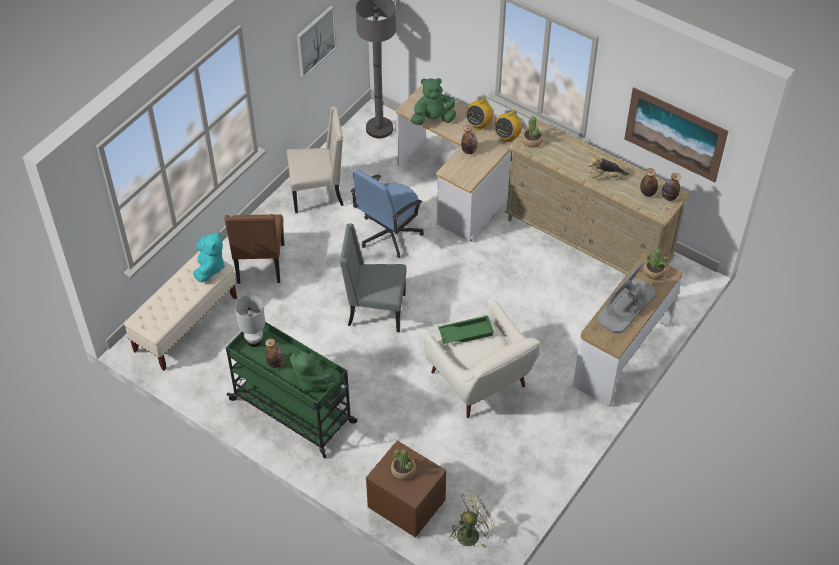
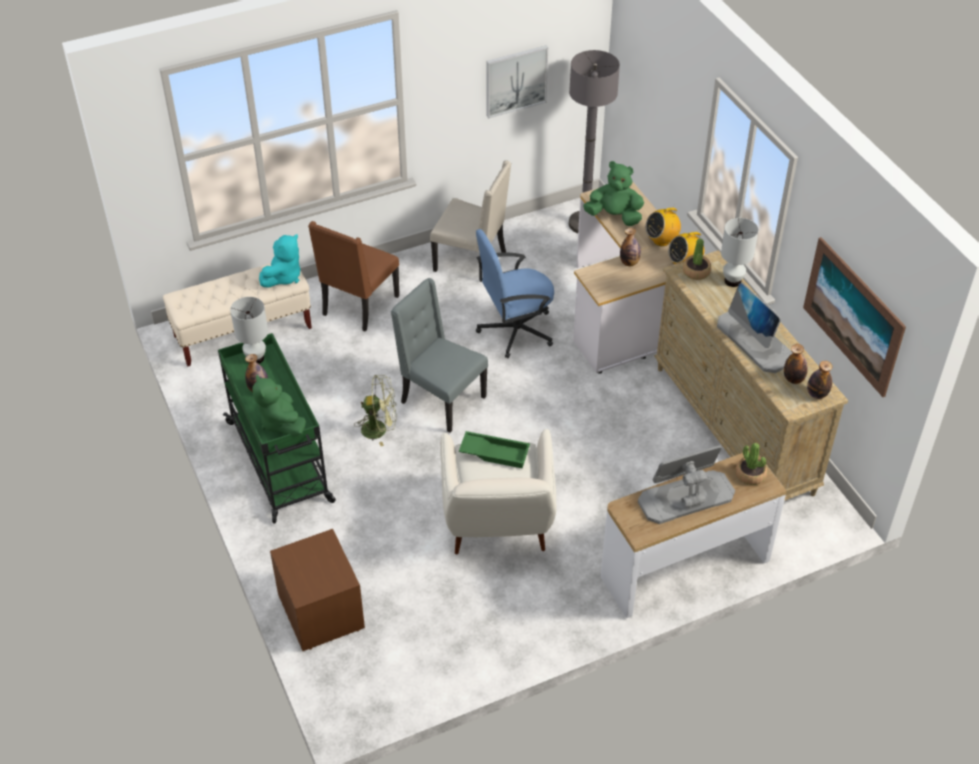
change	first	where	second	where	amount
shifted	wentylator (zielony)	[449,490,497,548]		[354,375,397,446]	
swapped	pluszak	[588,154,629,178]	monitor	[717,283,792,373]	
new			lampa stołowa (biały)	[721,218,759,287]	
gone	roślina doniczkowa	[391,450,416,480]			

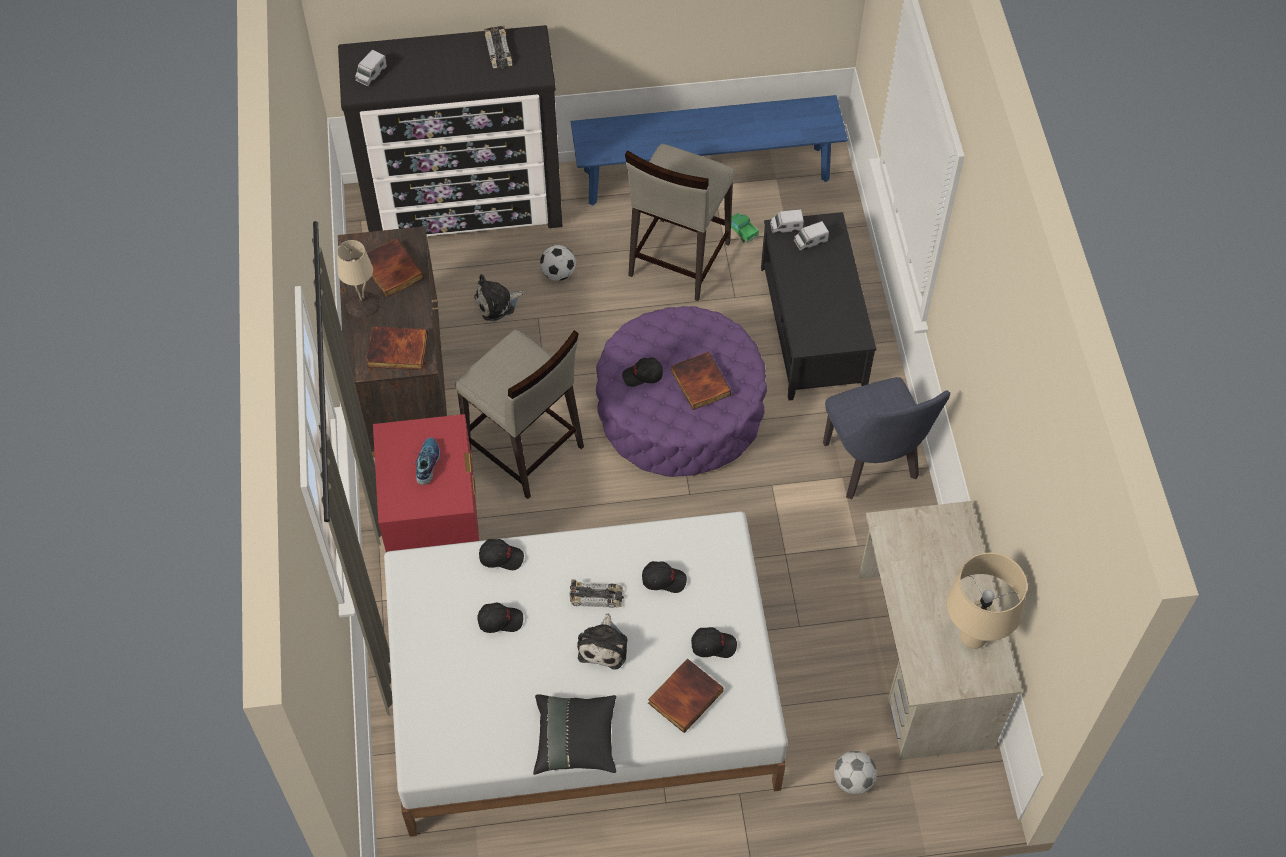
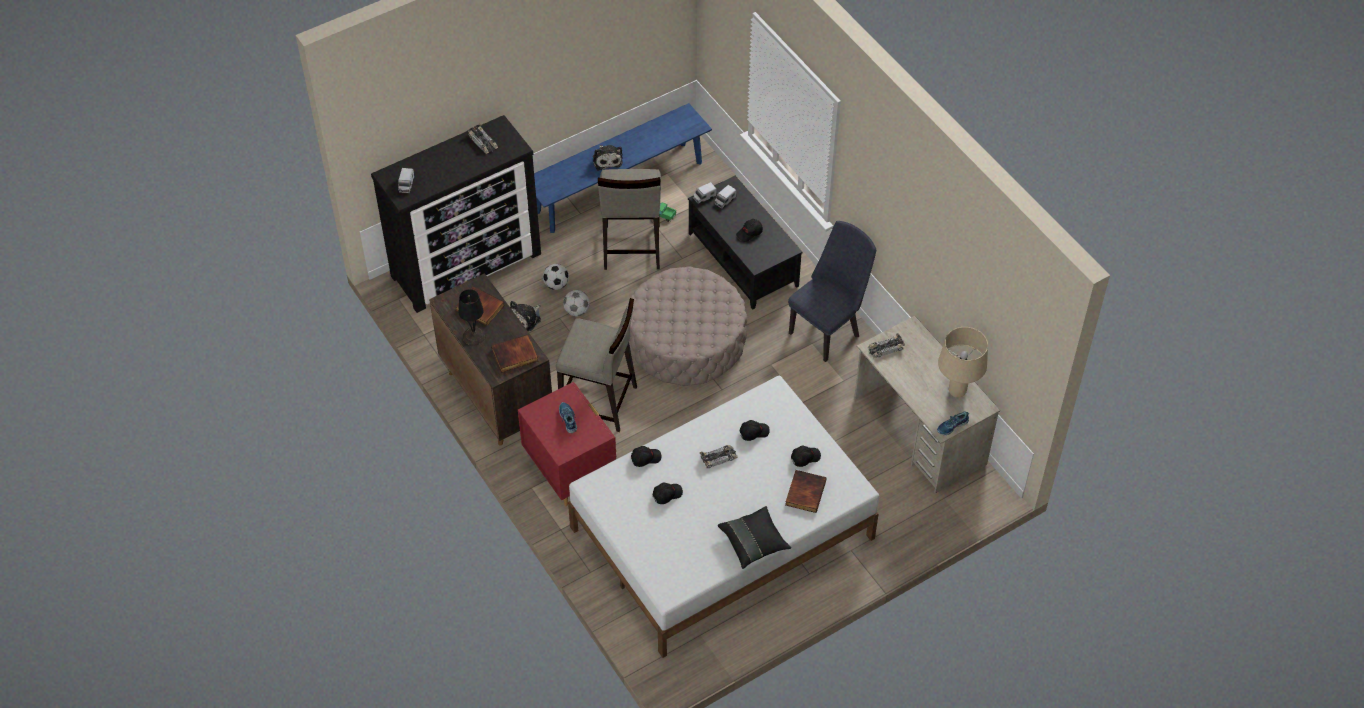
change	first	where	second	where	amount
repainted	lampa stołowa (beżowy)	[337,240,380,318]	lampa stołowa (czarny)	[458,289,486,345]	
shifted	piłka futbolowa	[834,751,877,794]		[563,290,590,316]	
shifted	pluszak	[577,613,627,670]		[593,145,623,171]	
repainted	pufa (fioletowy)	[596,306,767,477]	pufa (beżowy)	[628,266,748,386]	
shifted	czapka z daszkiem (czarny)	[622,357,663,387]		[736,219,763,242]	
rotated	krzesło (niebieski)	[823,377,950,499]		[788,221,876,362]	90 degrees counterclockwise
new			samochodzik	[867,333,905,358]	
new			but	[937,412,969,435]	
gone	książka	[671,352,731,410]			

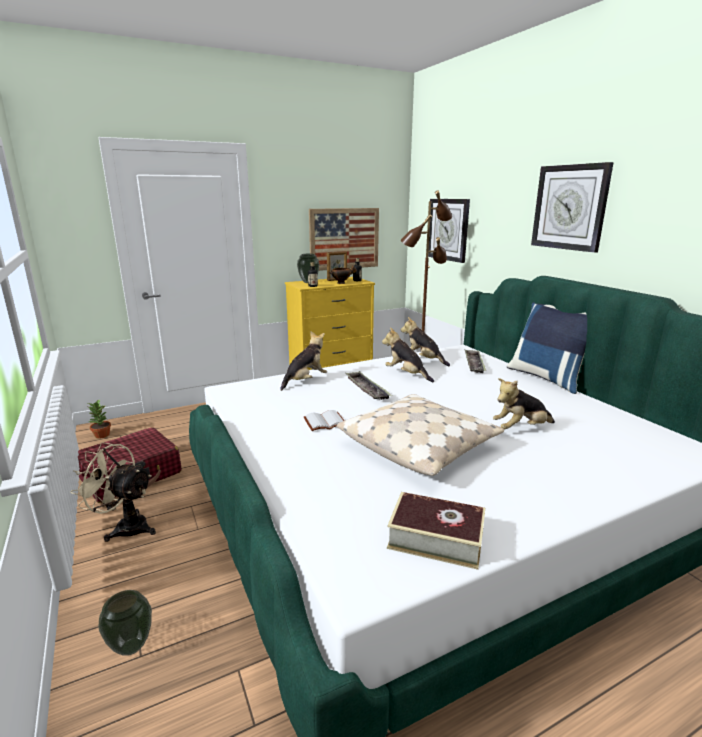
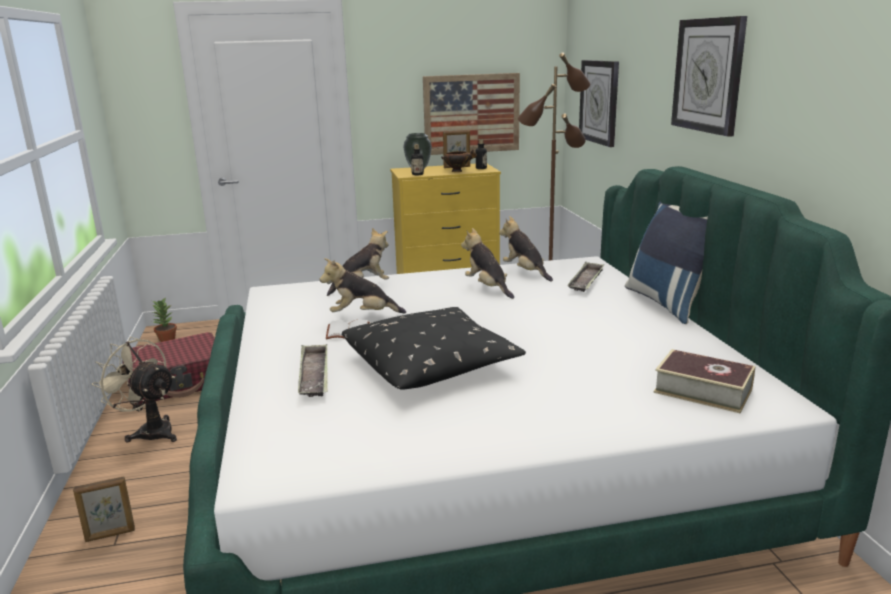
change	first	where	second	where	amount
swapped	wazon	[98,590,152,656]	ramka na zdjęcie	[73,477,135,542]	
shifted	taca	[345,372,392,400]		[298,344,328,397]	
shifted	pluszak	[493,378,555,429]		[320,258,406,313]	
repainted	poduszka (beżowy)	[337,394,504,476]	poduszka (czarny)	[342,307,526,390]	
shifted	książka	[387,492,485,570]		[654,349,756,413]	

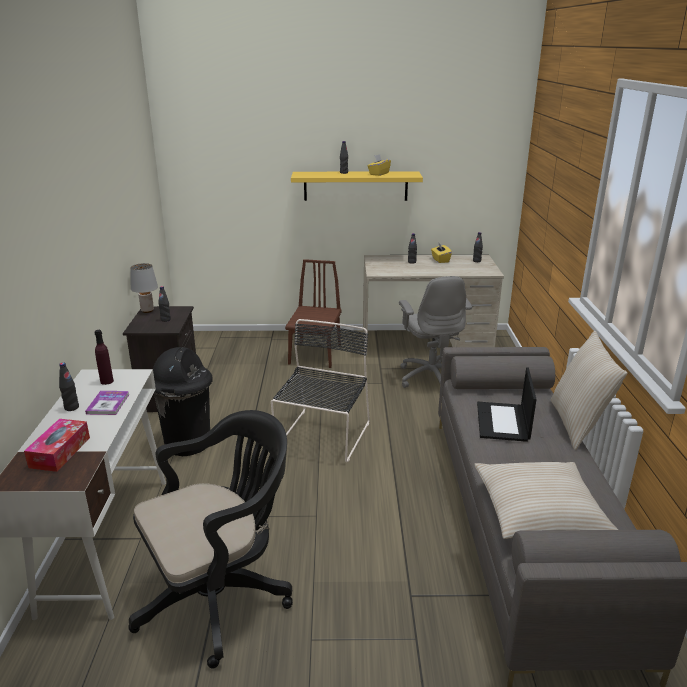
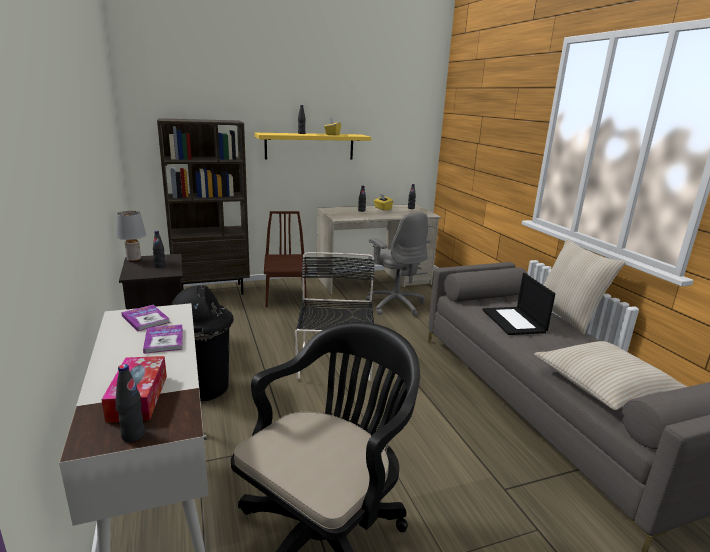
change	first	where	second	where	amount
shifted	butelka (czarny)	[59,362,79,411]		[116,364,145,443]	
swapped	butelka (fioletowy)	[95,330,114,385]	książka	[121,305,170,332]	
new			regał (brązowy)	[157,118,250,294]	

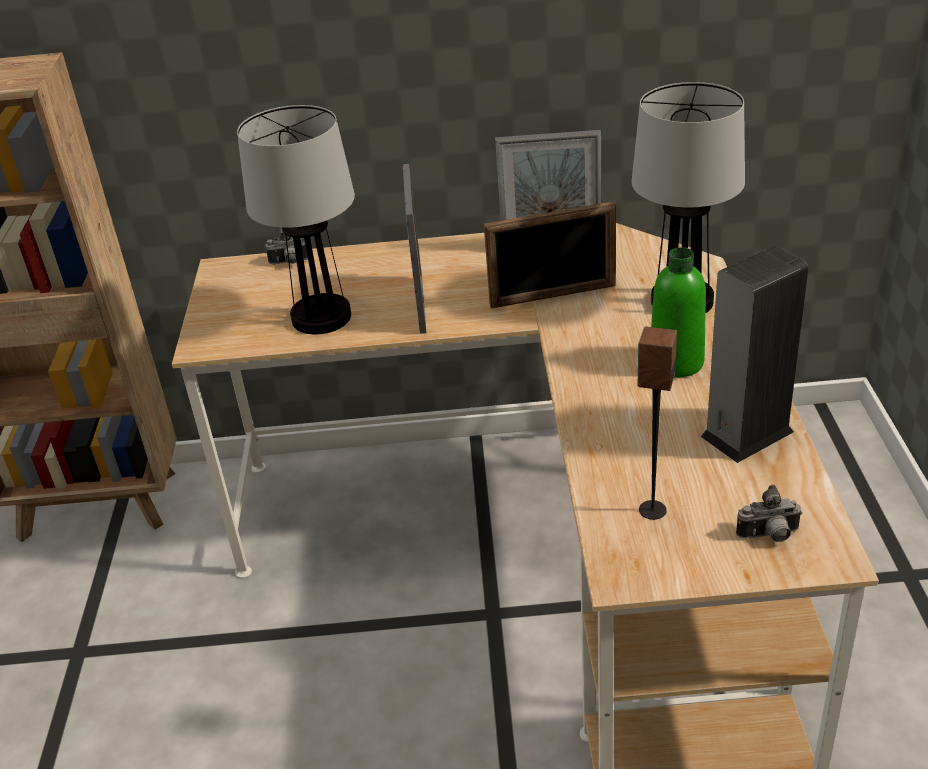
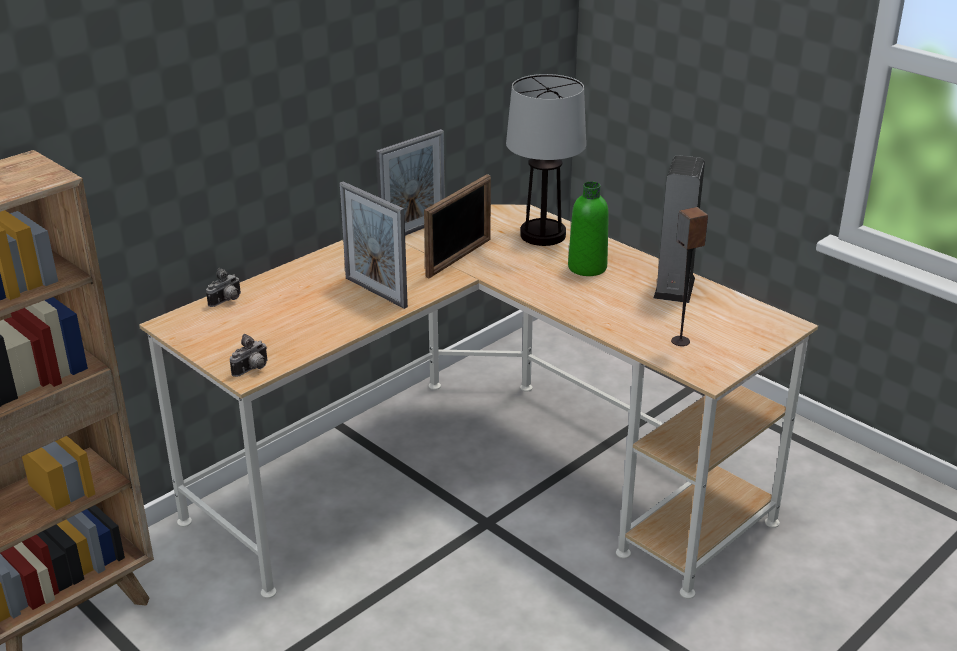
change	first	where	second	where	amount
shifted	aparat fotograficzny	[736,485,803,542]		[230,334,267,377]	
gone	lampa stołowa	[237,105,355,334]			

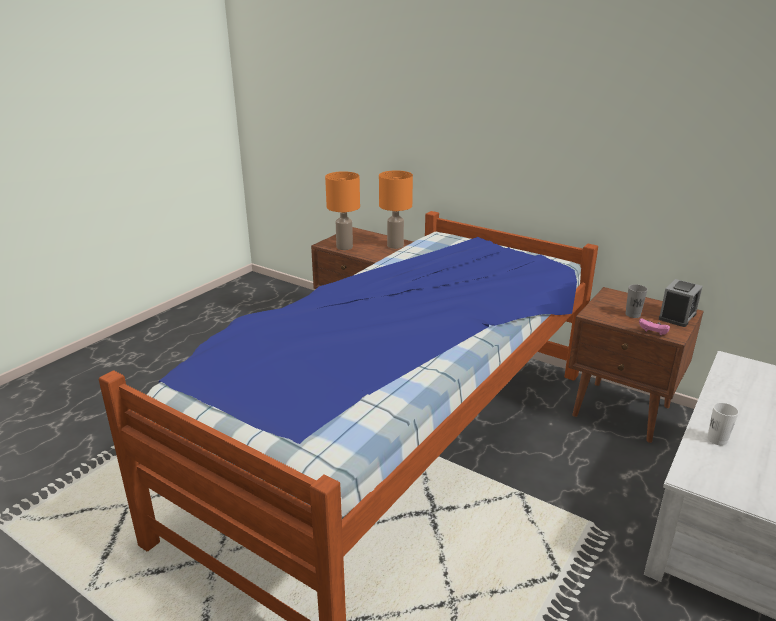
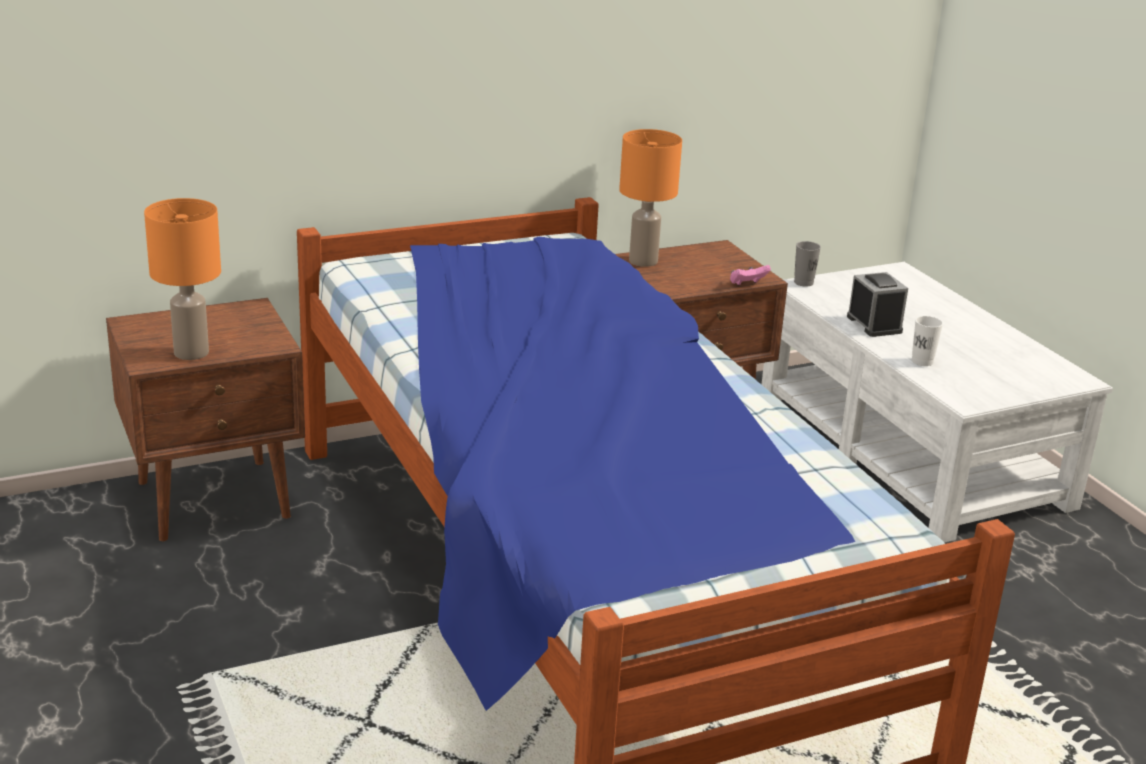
change	first	where	second	where	amount
shifted	lampa stołowa (pomarańczowy)	[379,170,413,249]		[619,129,682,267]	
shifted	filiżanka (szary)	[625,284,648,318]		[794,241,821,287]	
shifted	budzik	[659,279,703,327]		[847,272,908,337]	

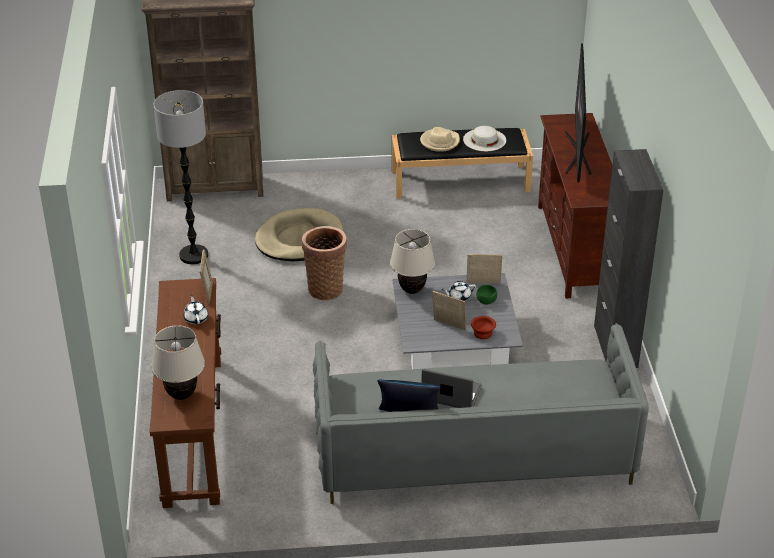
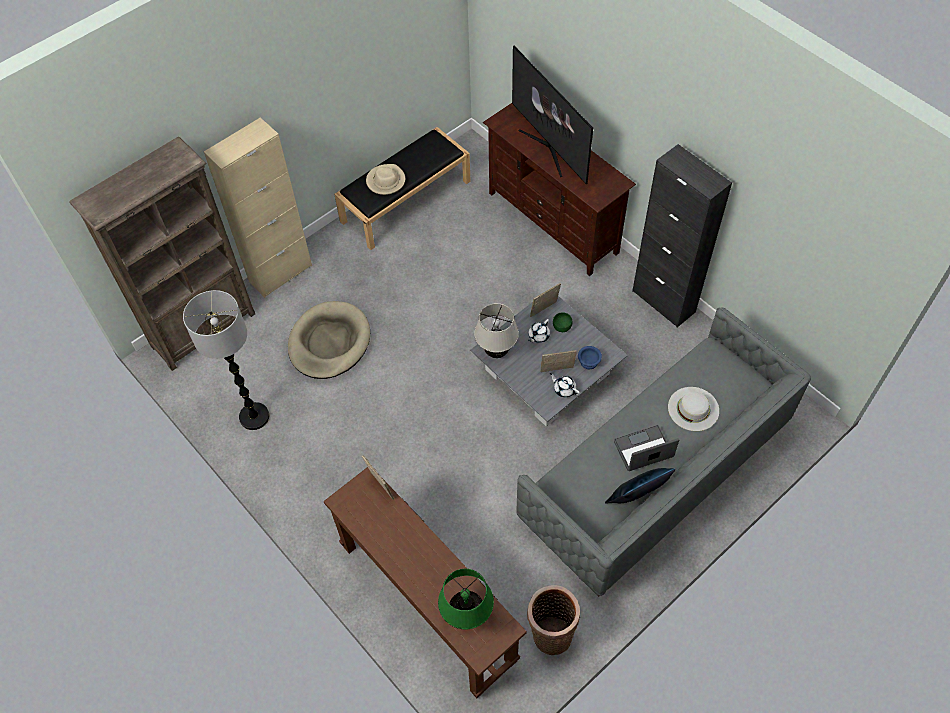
change	first	where	second	where	amount
new			szafka (beżowy)	[204,117,312,298]	
repainted	lampa stołowa (beżowy)	[151,325,205,400]	lampa stołowa (zielony)	[438,569,494,630]	
shifted	koszyk	[302,226,347,301]		[527,585,580,655]	
shifted	imbryk (biały)	[183,295,208,324]		[550,373,580,398]	
repainted	miska (brązowy)	[471,316,496,339]	miska (niebieski)	[578,346,602,369]	
shifted	kapelusz (biały)	[463,126,506,151]		[668,387,719,431]	

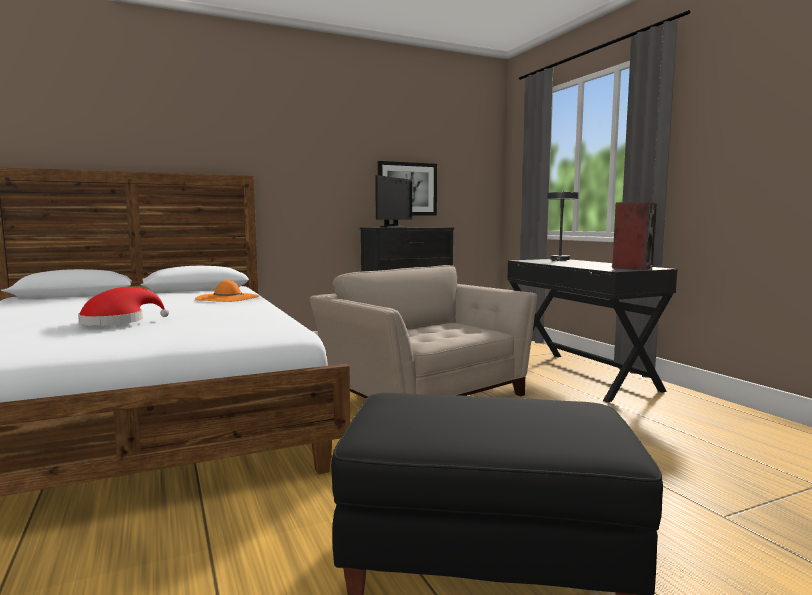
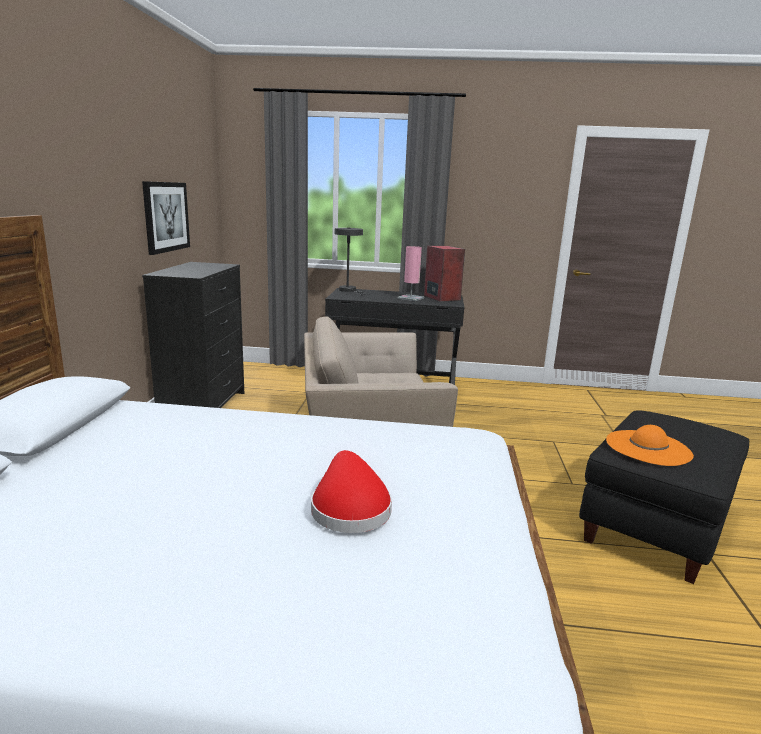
change	first	where	second	where	amount
new			lampa stołowa (różowy)	[397,246,424,301]	
shifted	kapelusz (pomarańczowy)	[195,280,259,302]		[606,425,694,466]	
gone	monitor	[375,175,412,228]			

